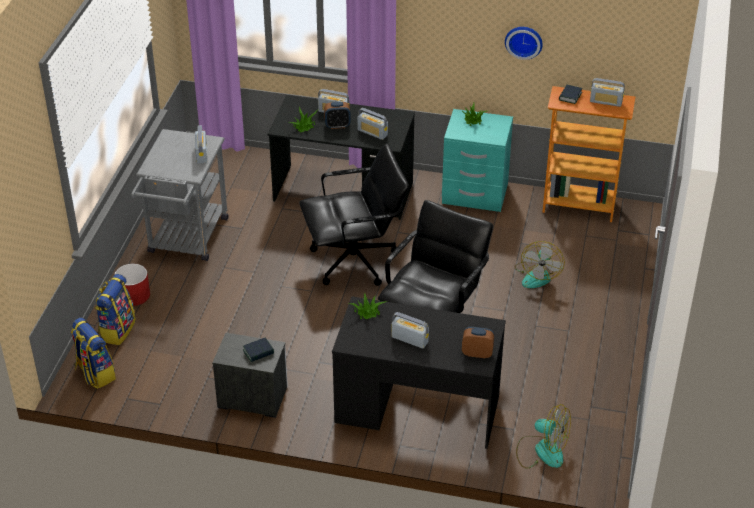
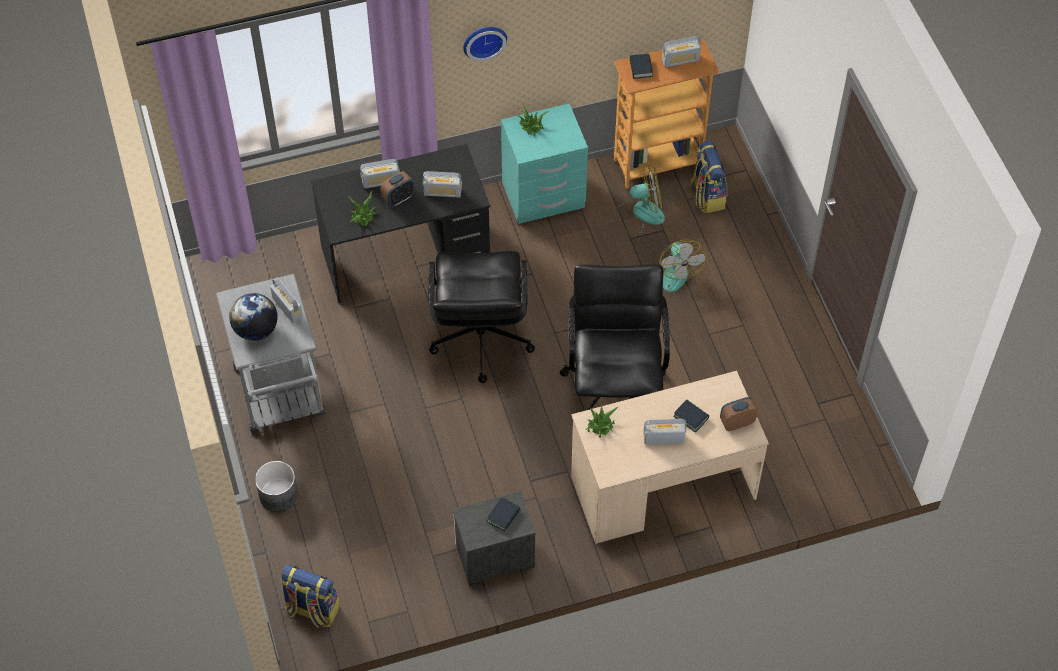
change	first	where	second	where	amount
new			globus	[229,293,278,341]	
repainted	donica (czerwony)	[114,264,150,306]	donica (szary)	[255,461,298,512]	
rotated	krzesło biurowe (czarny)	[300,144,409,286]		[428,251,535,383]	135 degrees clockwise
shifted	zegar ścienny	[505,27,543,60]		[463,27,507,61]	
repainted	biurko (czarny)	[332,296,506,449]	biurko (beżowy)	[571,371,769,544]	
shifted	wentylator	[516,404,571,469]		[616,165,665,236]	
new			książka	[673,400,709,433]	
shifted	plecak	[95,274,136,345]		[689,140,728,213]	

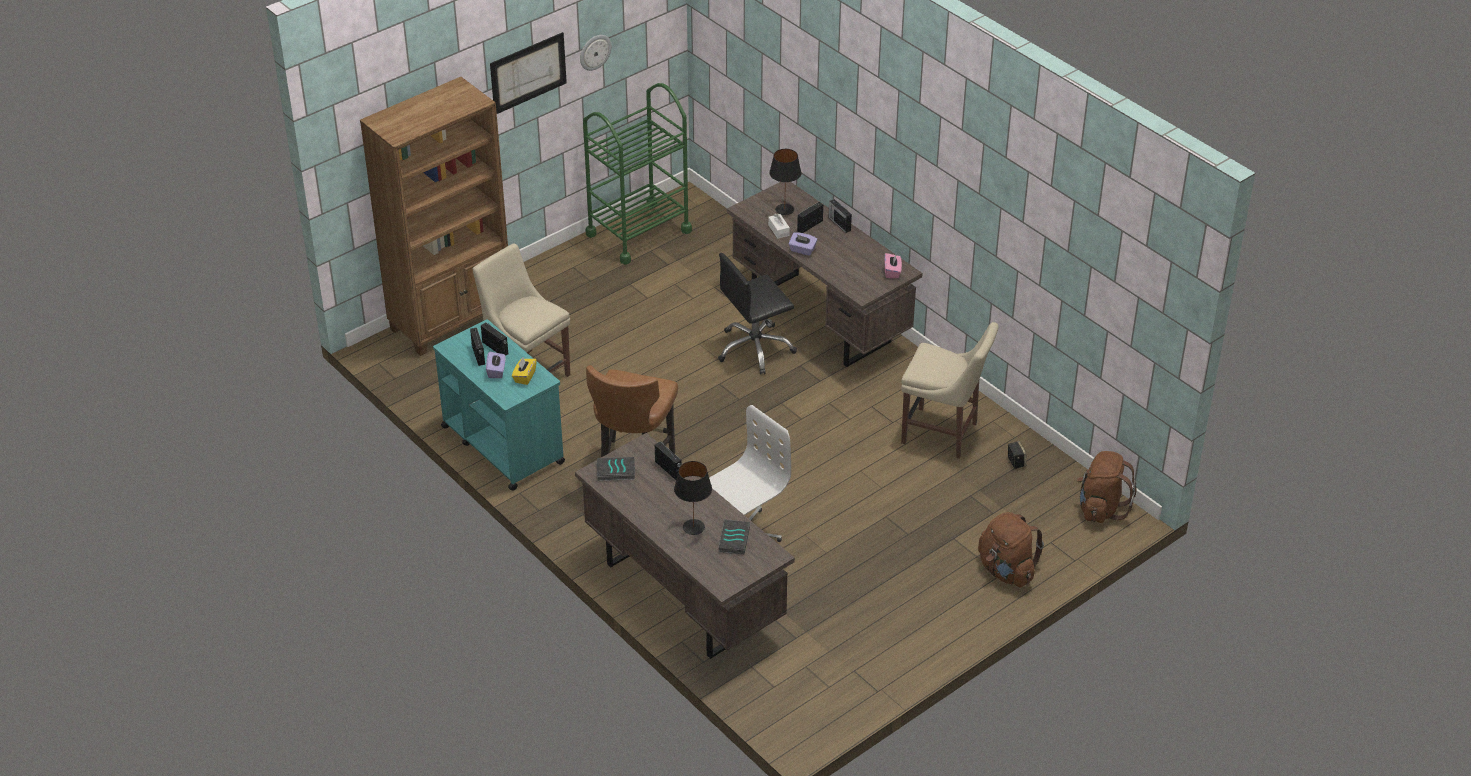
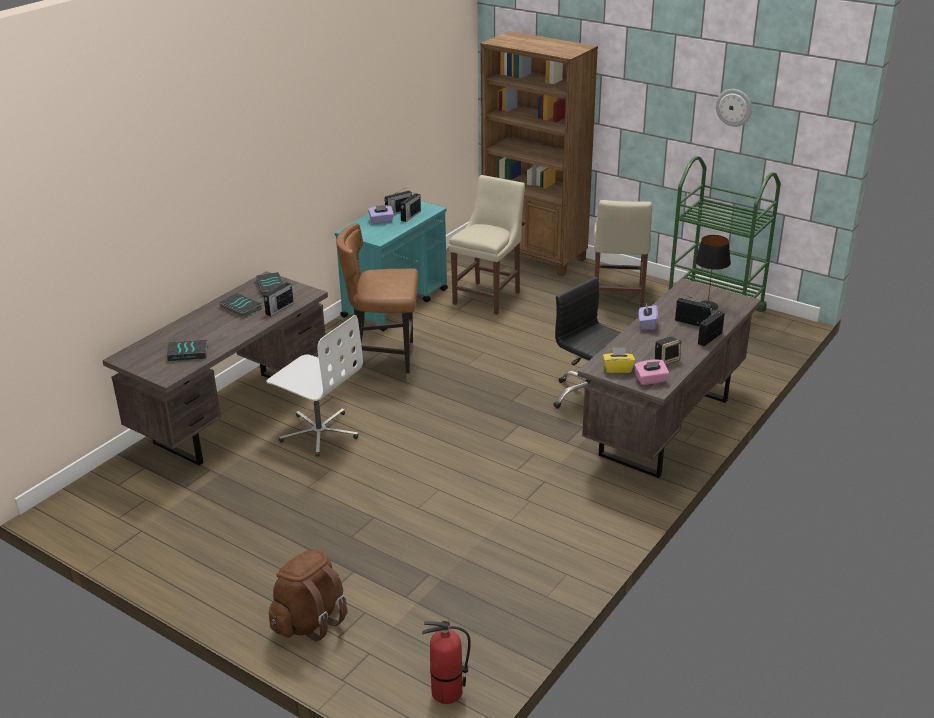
change	first	where	second	where	amount
new			książka	[219,293,262,318]	
swapped	plecak (brązowy)	[1076,451,1137,523]	gaśnica	[422,620,471,704]	
shifted	krzesło (beżowy)	[901,322,999,459]		[594,200,652,308]	
shifted	pudełko chusteczek (żółty)	[512,357,537,385]		[603,347,635,373]	
shifted	głośnik	[1008,441,1026,469]		[655,336,681,365]	
gone	obraz	[490,32,567,114]			
gone	lampa stołowa (czarny)	[674,461,712,535]			
gone	pudełko chusteczek (biały)	[768,214,790,239]			

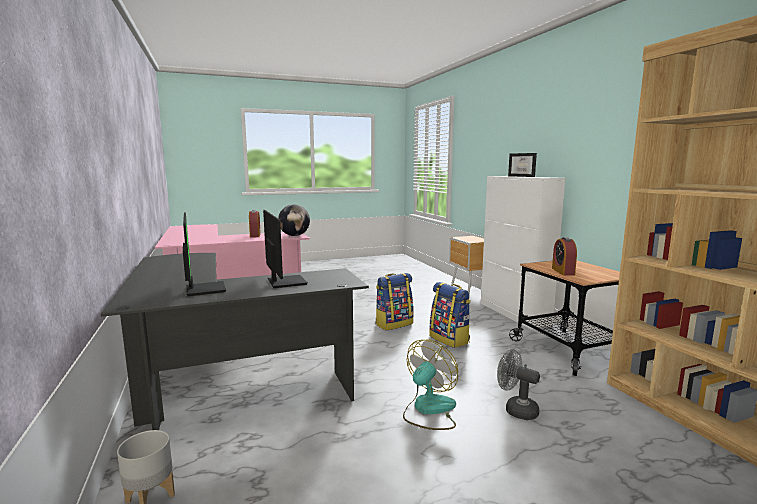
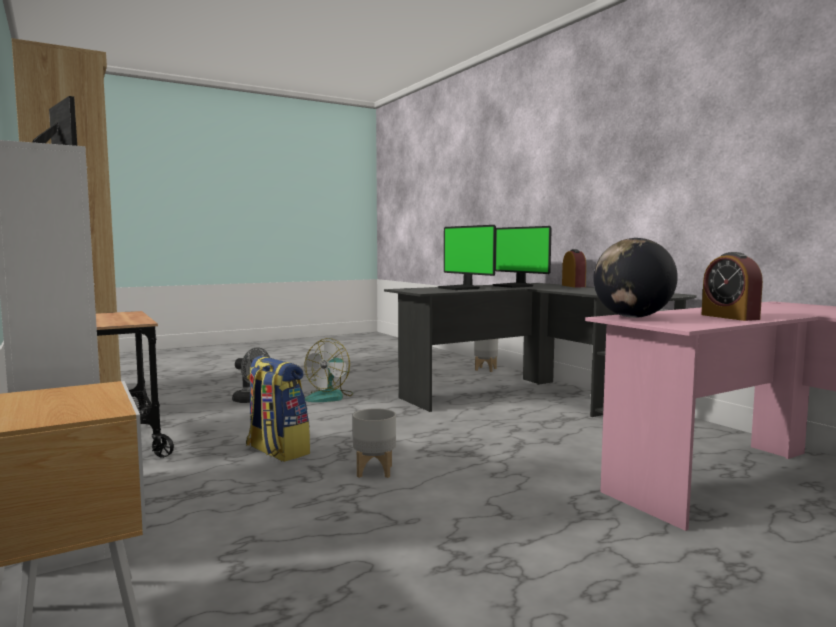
change	first	where	second	where	amount
swapped	plecak	[376,273,413,330]	donica (szary)	[353,408,396,478]	
shifted	budzik	[552,237,577,275]		[562,249,586,287]	

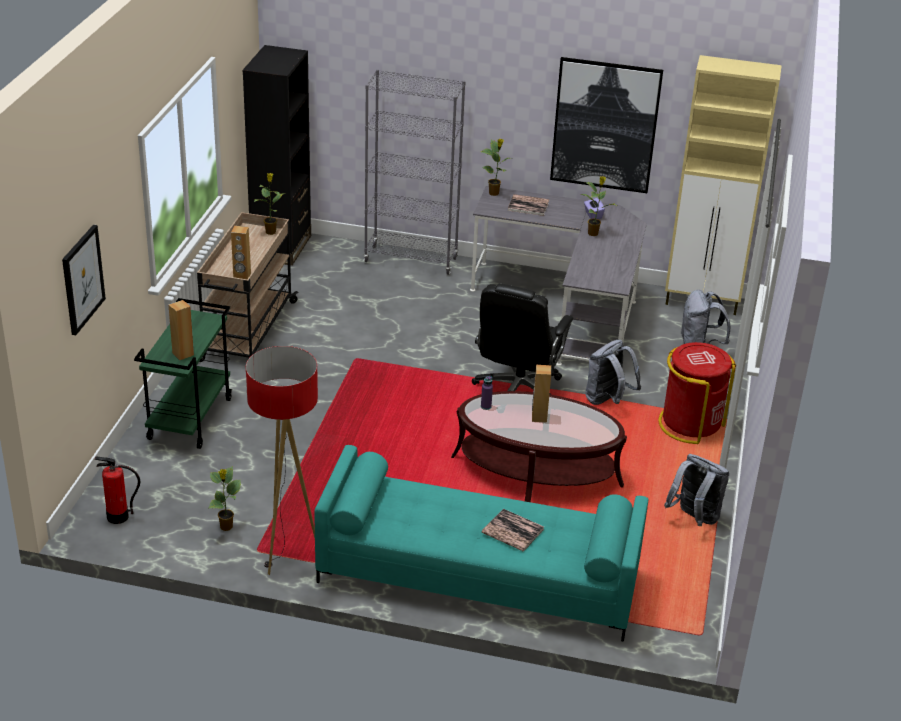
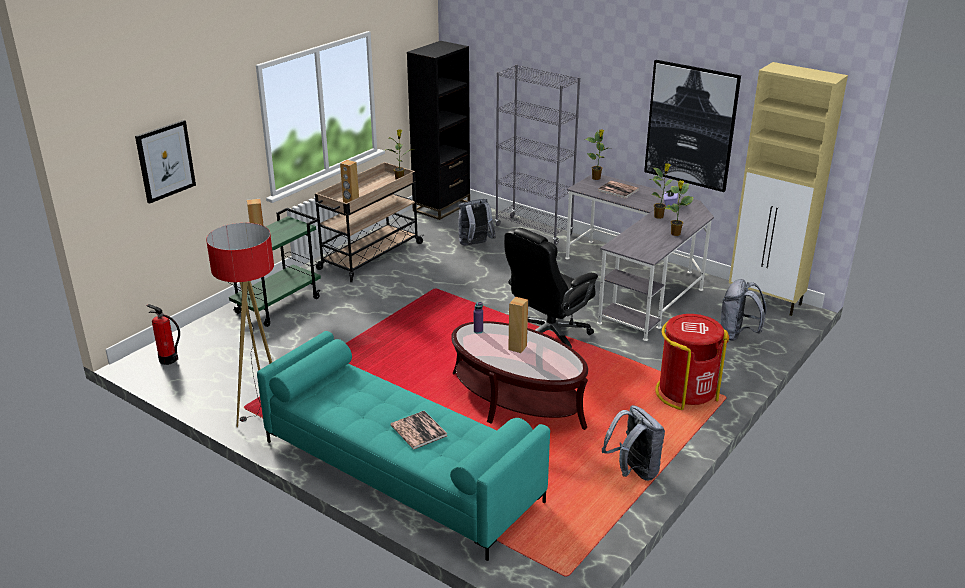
change	first	where	second	where	amount
shifted	plecak (szary)	[585,340,641,405]		[458,199,496,246]	
shifted	roślina doniczkowa	[208,466,241,531]		[665,180,693,236]	

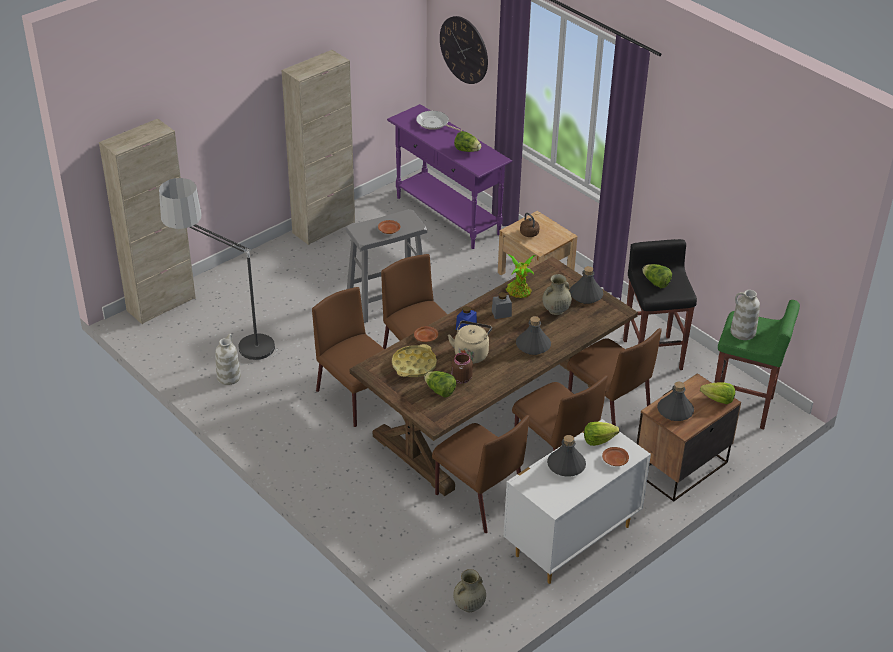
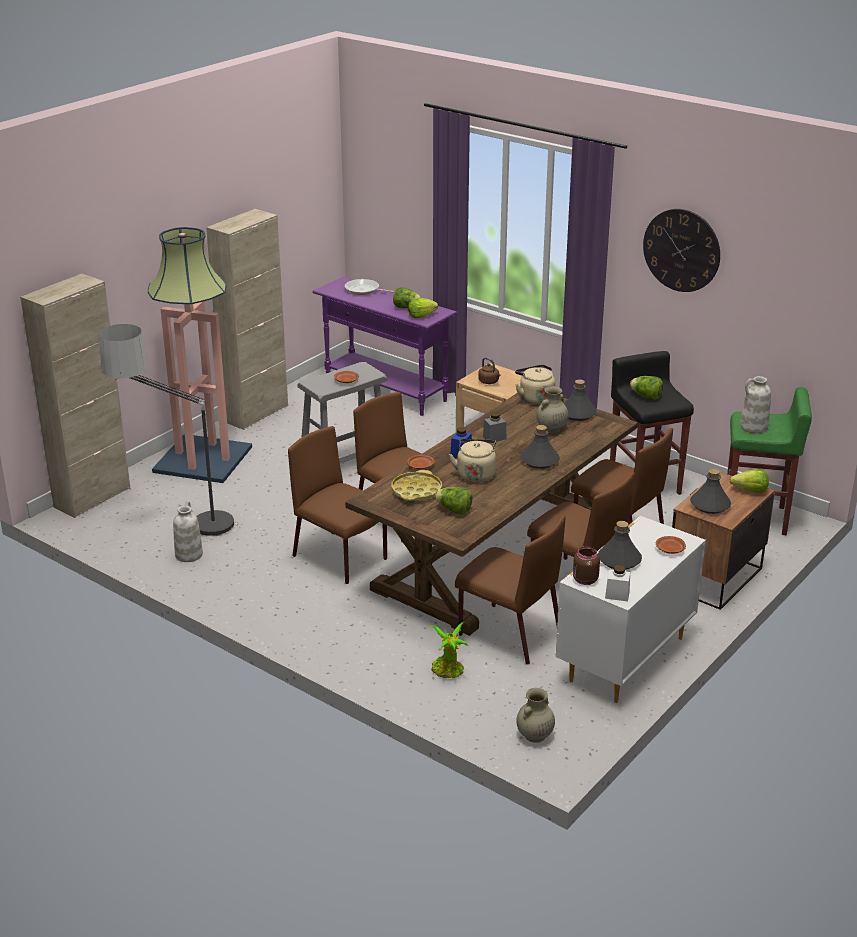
change	first	where	second	where	amount
new			lampa stojąca	[148,227,252,483]	
shifted	sałata	[584,422,619,446]		[408,298,438,318]	
shifted	roślina doniczkowa	[506,254,536,298]		[430,622,468,678]	
new			czajnik (beżowy)	[515,365,555,405]	
shifted	słoik (brązowy)	[451,353,473,384]		[573,546,600,585]	
new			słoik (biały)	[605,565,630,601]	
shifted	zegar ścienny	[440,16,488,84]		[643,209,720,292]	

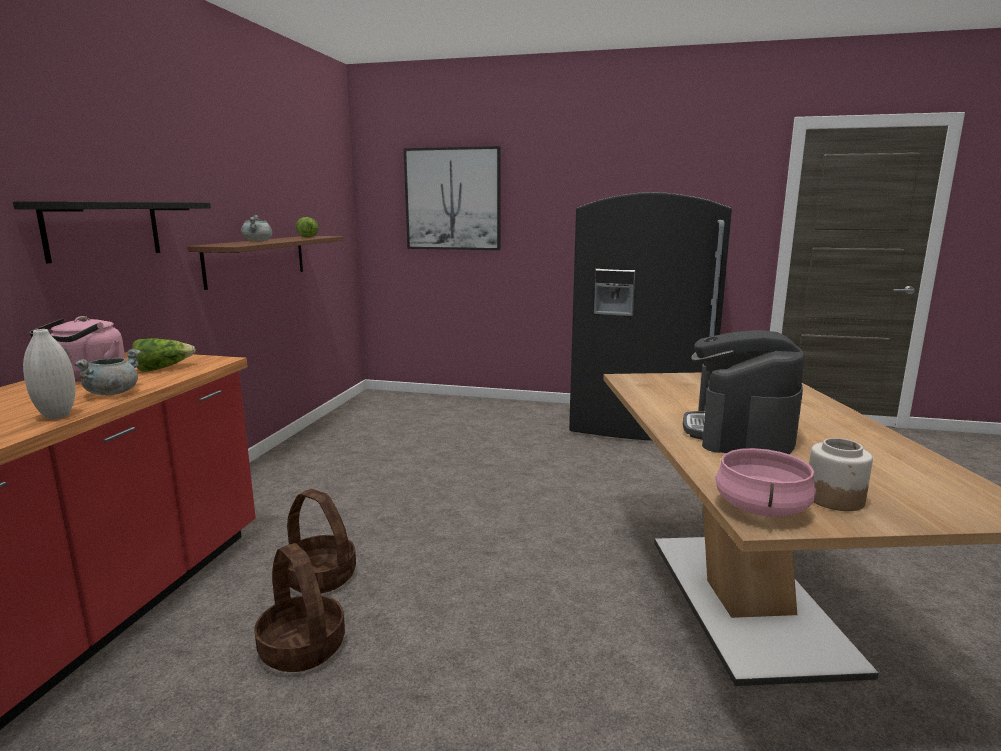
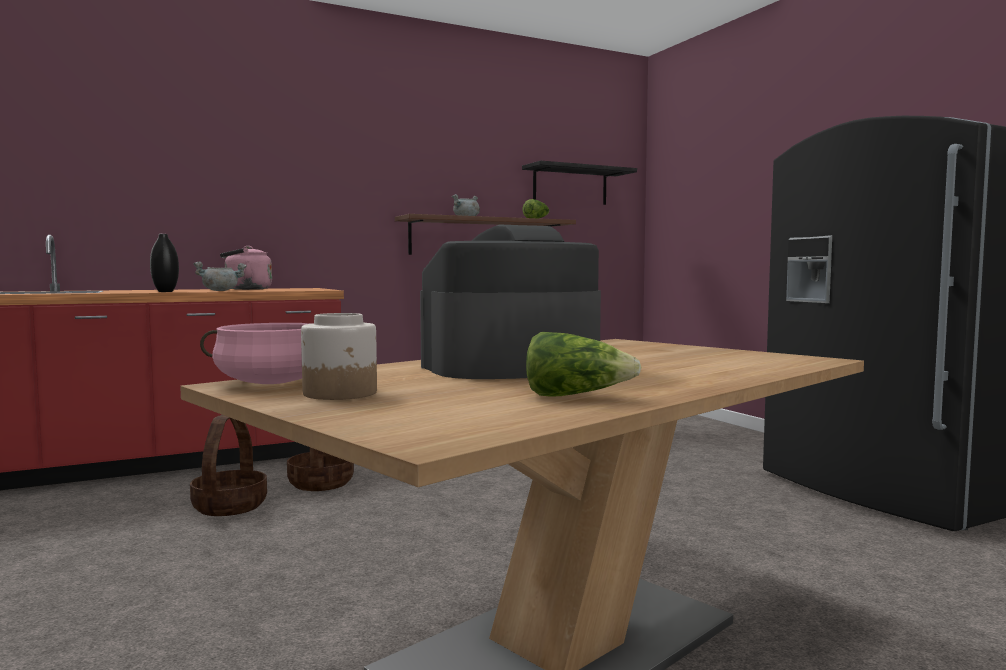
change	first	where	second	where	amount
repainted	wazon (biały)	[23,329,76,419]	wazon (czarny)	[150,234,179,292]	
shifted	półka (czarny)	[13,201,211,263]		[522,160,637,205]	
shifted	sałata	[132,338,195,372]		[526,332,642,397]	
gone	obraz	[404,146,501,250]			

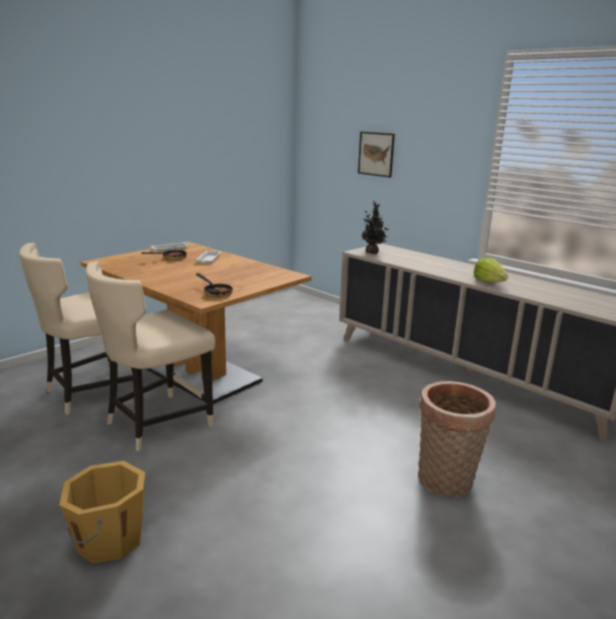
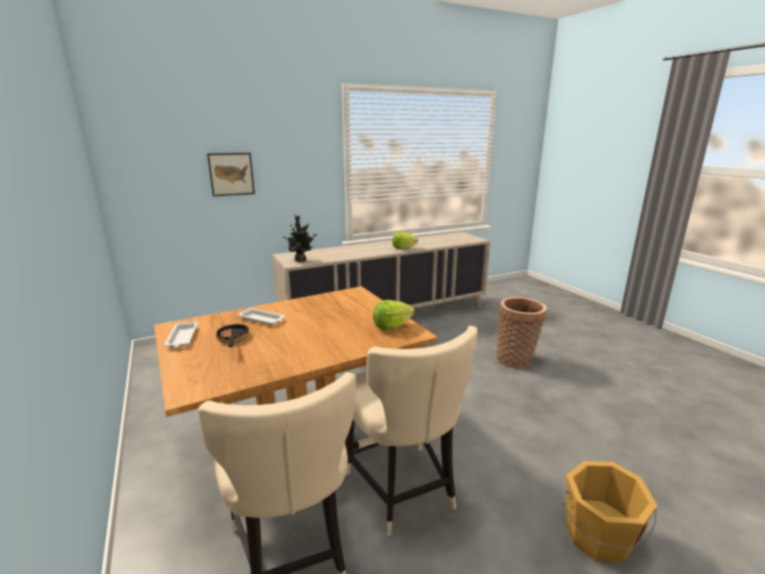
change	first	where	second	where	amount
swapped	patelnia	[196,273,234,297]	sałata	[373,300,415,330]	

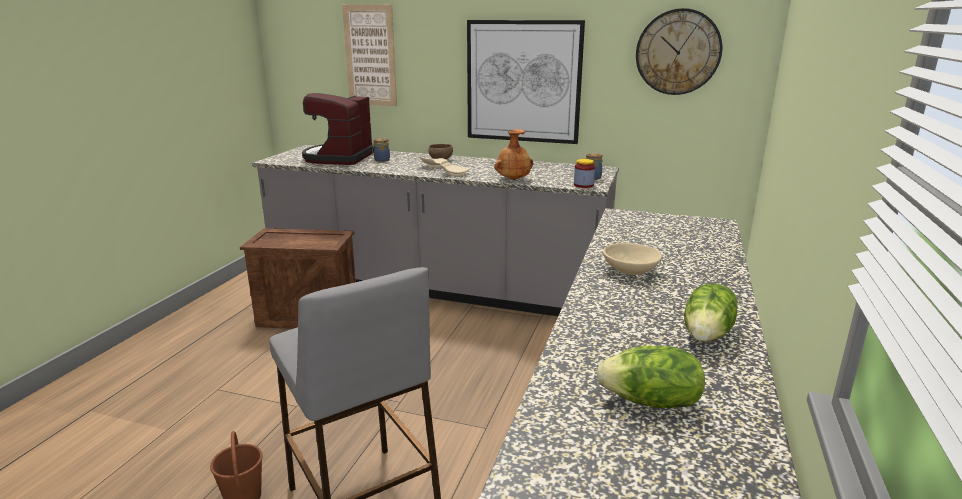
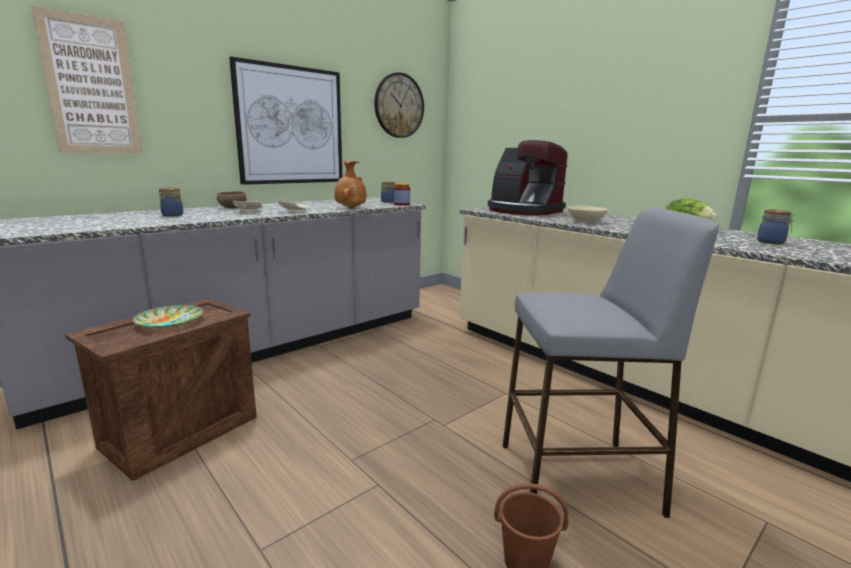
change	first	where	second	where	amount
new			talerz	[133,305,204,329]	
shifted	ekspres do kawy	[302,93,375,165]		[488,140,567,216]	
swapped	sałata	[596,346,705,408]	słoik	[757,209,795,244]	

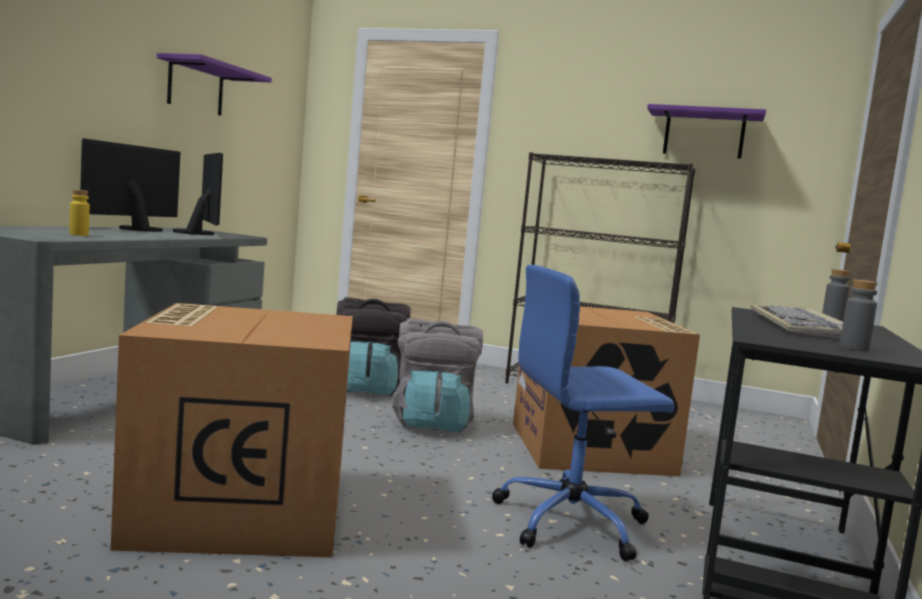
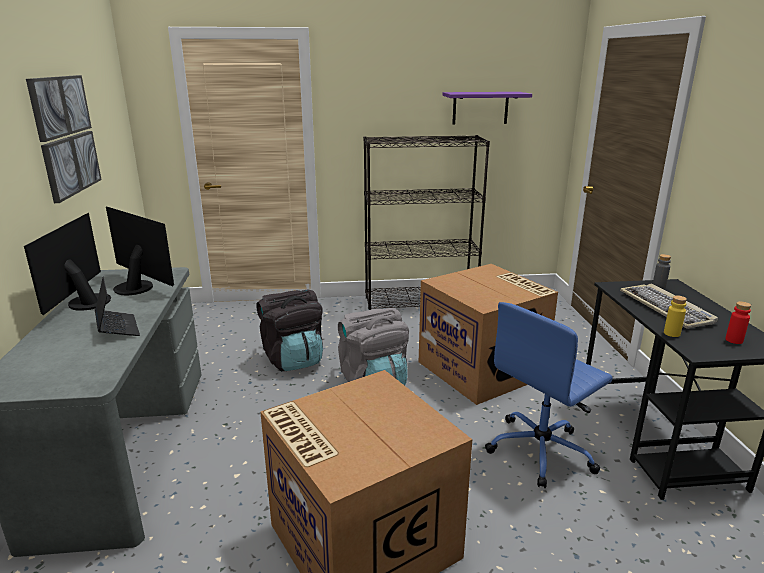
change	first	where	second	where	amount
swapped	półka (fioletowy)	[157,53,272,116]	obraz	[26,75,102,203]	
new			laptop	[95,277,140,336]	
shifted	butelka (żółty)	[69,190,90,236]		[664,295,687,337]	
repainted	butelka (szary)	[840,280,877,351]	butelka (czerwony)	[725,301,751,344]	

